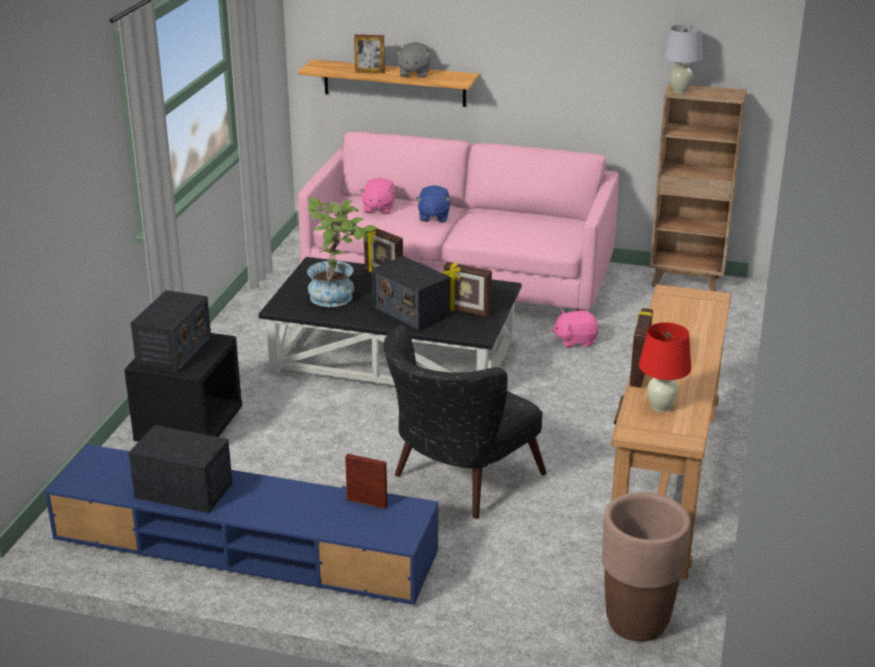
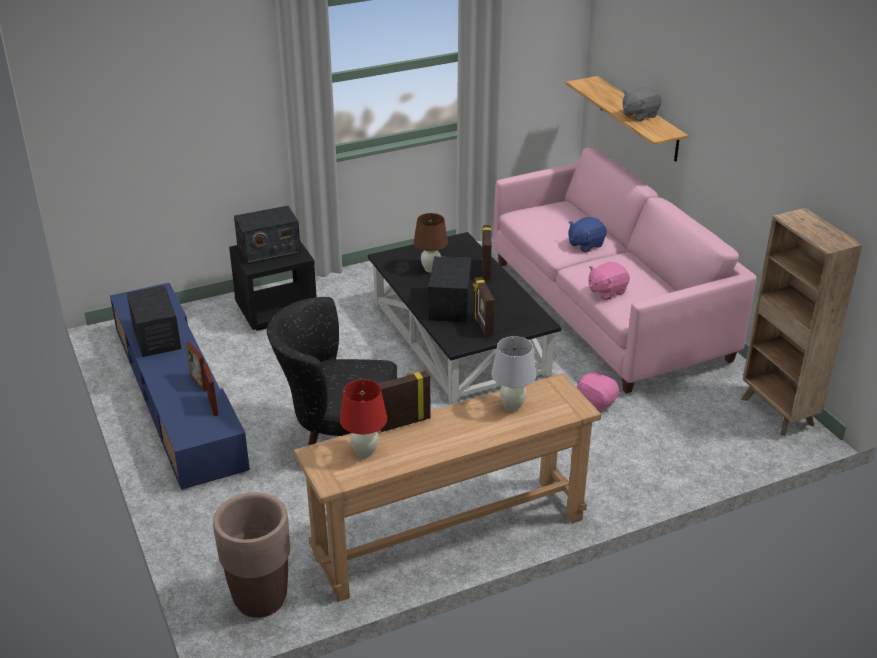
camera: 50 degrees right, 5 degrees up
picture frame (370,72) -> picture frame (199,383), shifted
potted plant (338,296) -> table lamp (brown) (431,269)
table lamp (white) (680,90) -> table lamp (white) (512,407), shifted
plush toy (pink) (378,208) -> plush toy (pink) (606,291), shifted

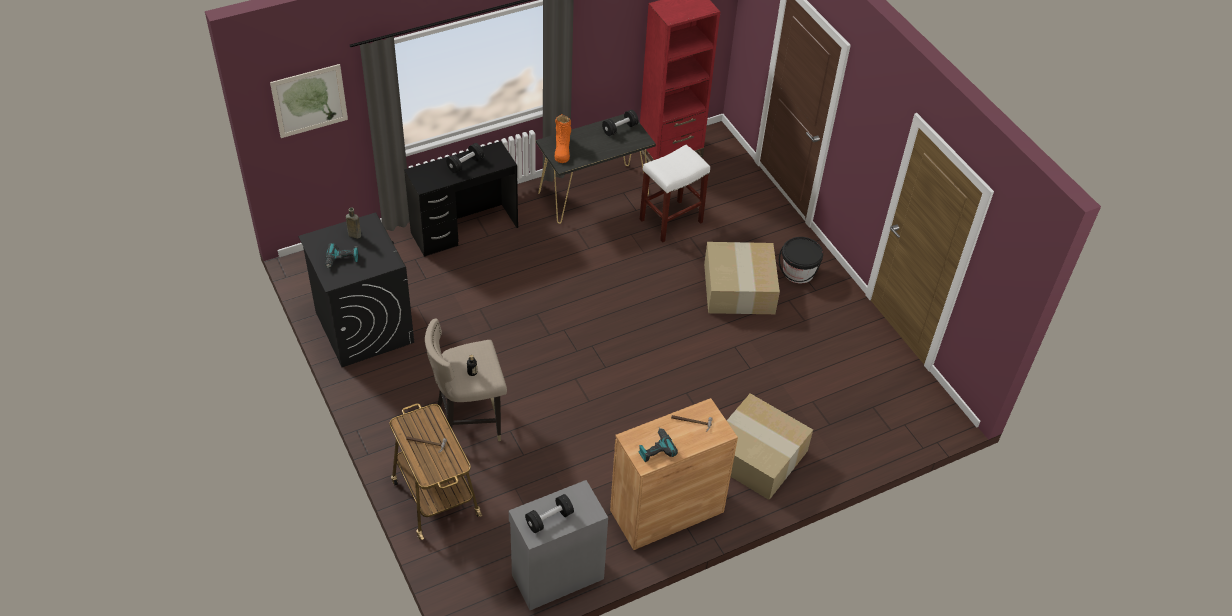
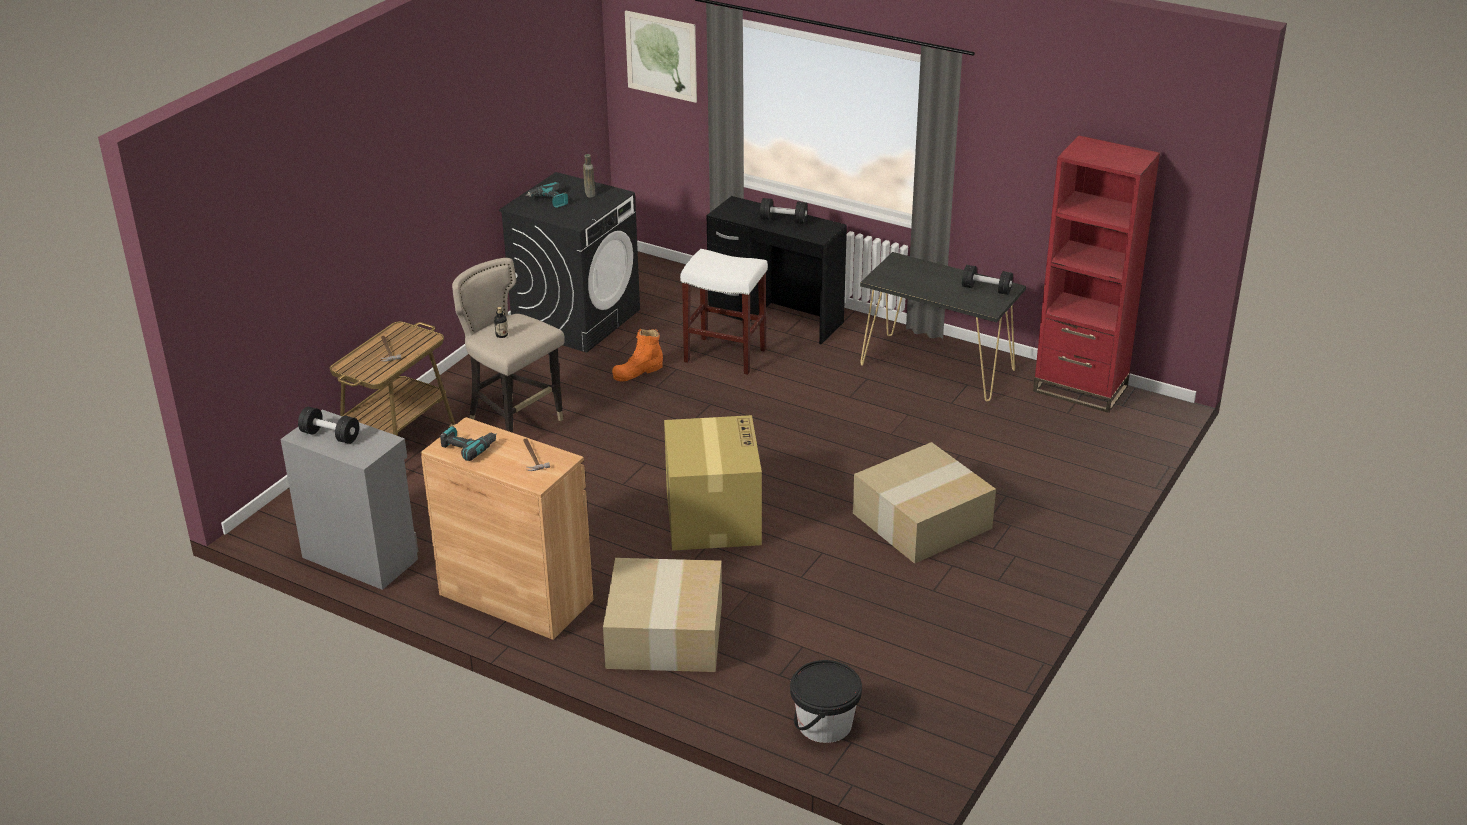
camera: 60 degrees right, 15 degrees down
boot (orange) (562,149) -> boot (orange) (638,371), shifted
none -> cardboard box (712,516)
stool (white) (670,221) -> stool (white) (724,355), shifted
bucket (black) (798,272) -> bucket (black) (824,724), shifted

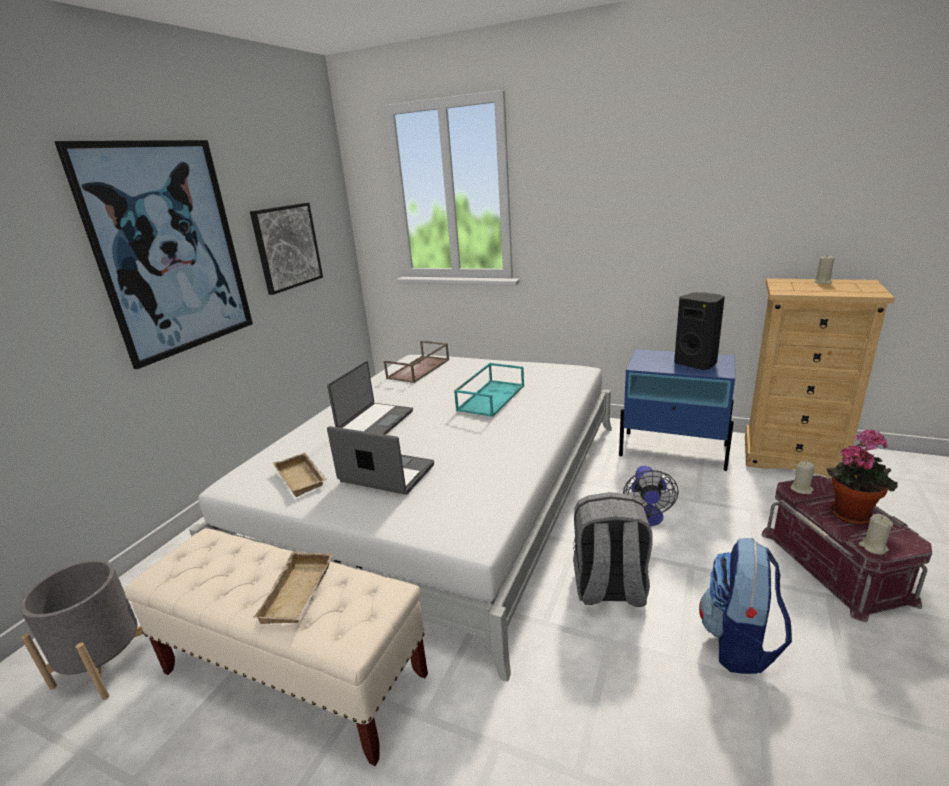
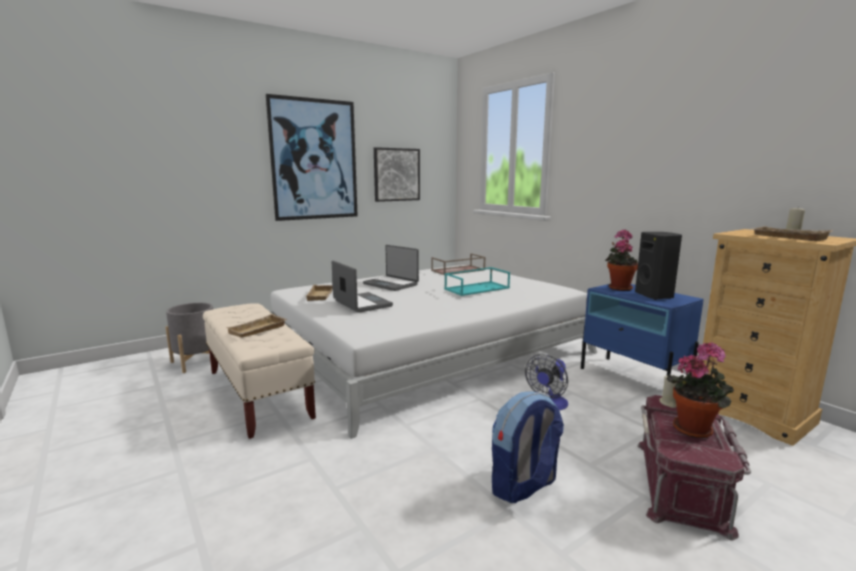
camera: 30 degrees right, 10 degrees down
laptop (374,422) -> laptop (391,284), 75 degrees clockwise
none -> potted plant (619,287)
none -> tray (beige) (787,237)
backpack (grey) (609,589) -> none
candle (beige) (873,547) -> none

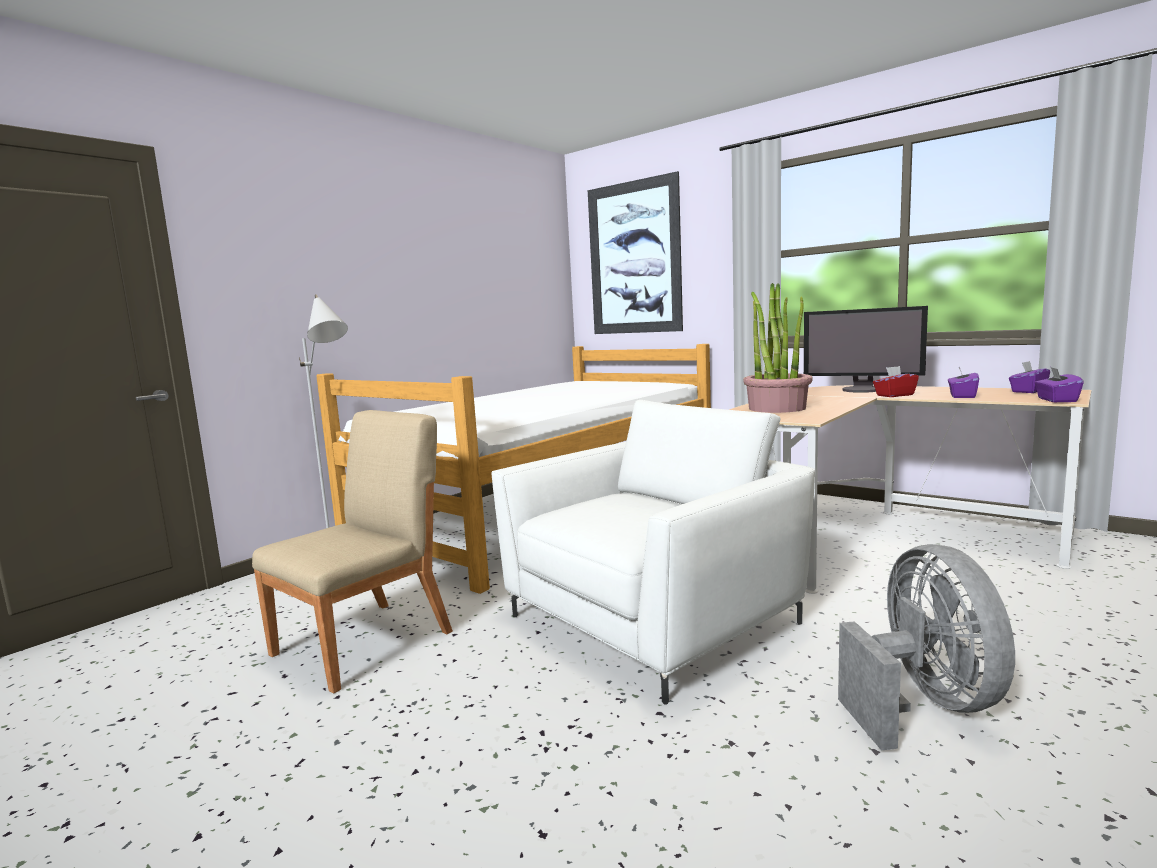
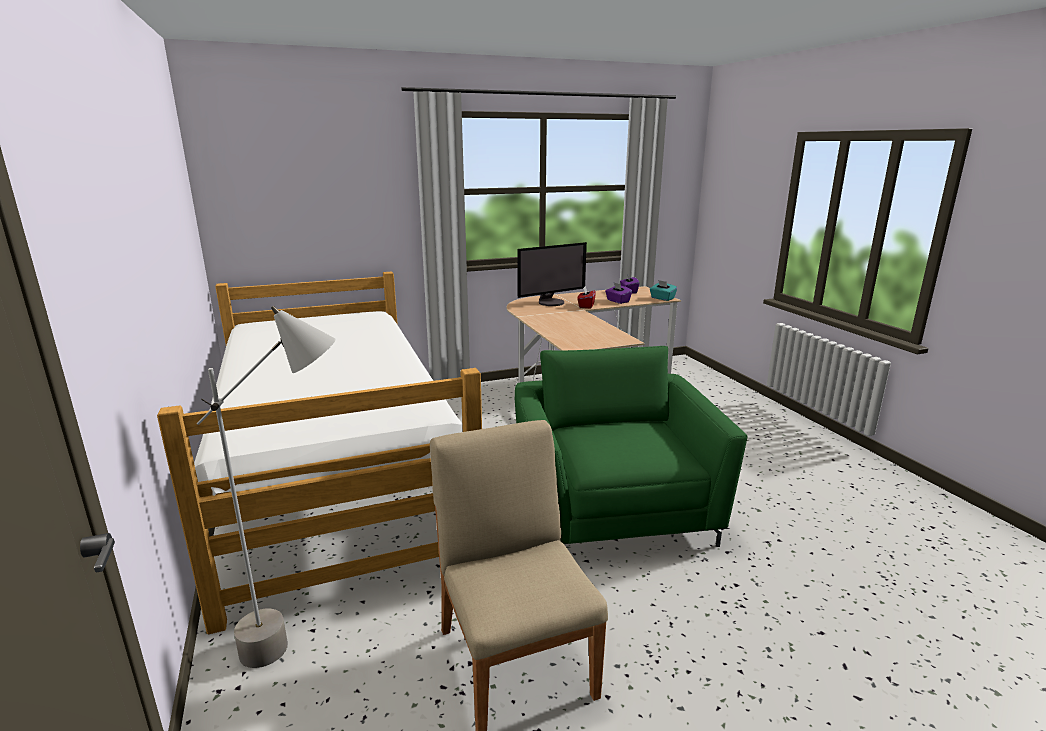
camera: 60 degrees left, 10 degrees up
armchair (white) (653,619) -> armchair (green) (613,510)
tissue box (purple) (1056,400) -> tissue box (turquoise) (662,298)
picture (634,258) -> none
potted plant (777,408) -> none
fan (grey) (923,704) -> none

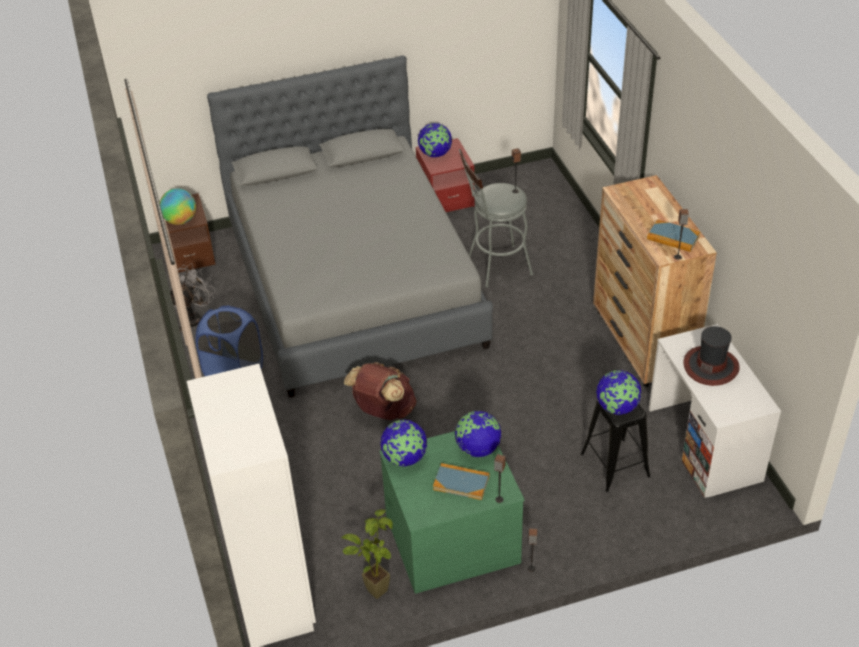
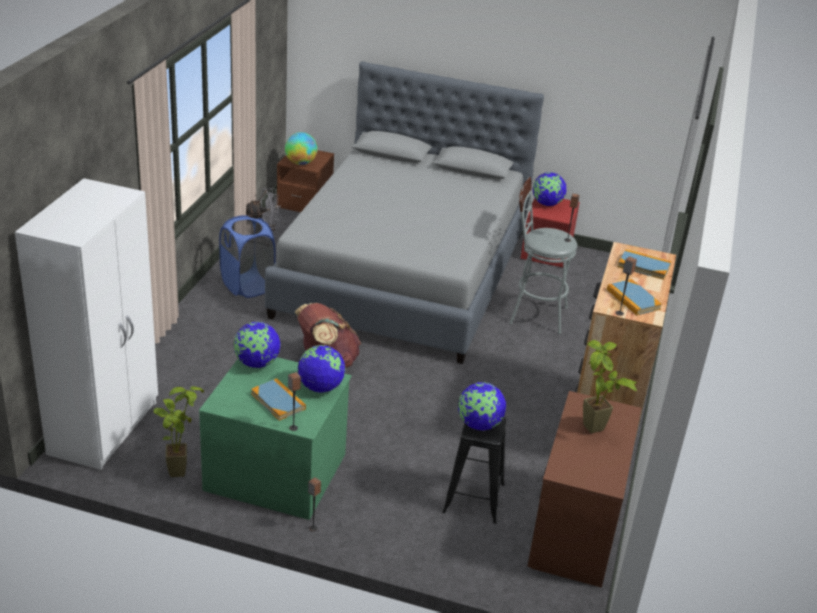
camera: 30 degrees right, 10 degrees down
desk (white) (704,444) -> desk (brown) (576,528)
hat (711,366) -> potted plant (595,433)
none -> book (643,266)

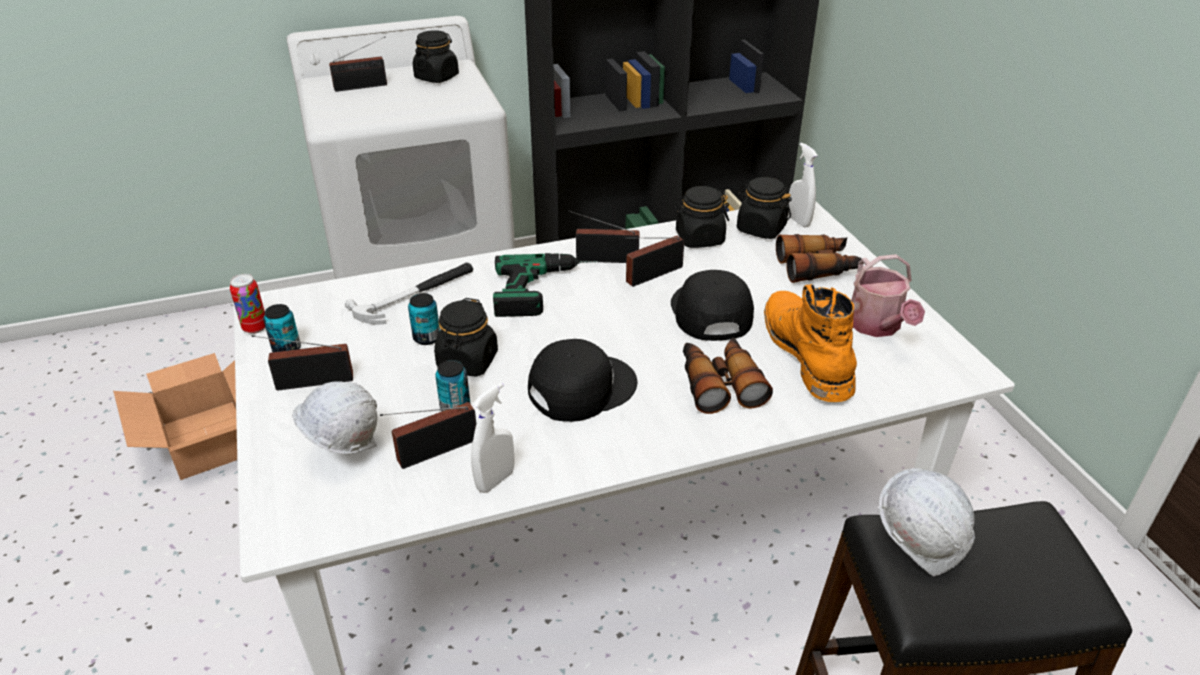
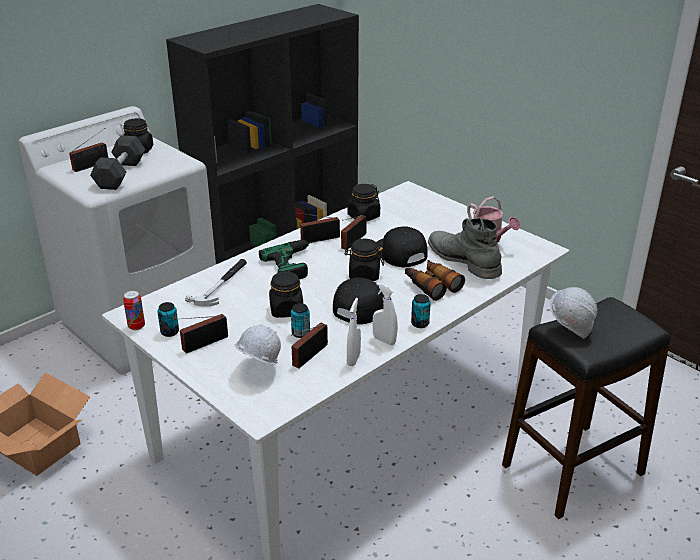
camera: 25 degrees left, 5 degrees down
none -> dumbbell (black) (120,174)
jar (black) (760,229) -> jar (black) (364,275), shifted
spray bottle (white) (798,221) -> spray bottle (white) (384,340), shifted
can (427,338) -> can (420,324), shifted
boot (orange) (806,352) -> boot (grey) (463,260)
binoculars (818,267) -> none

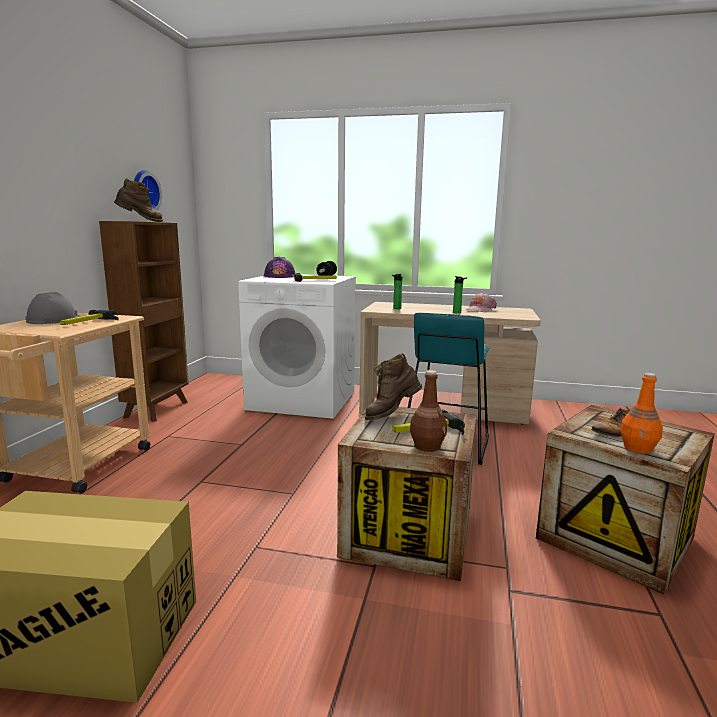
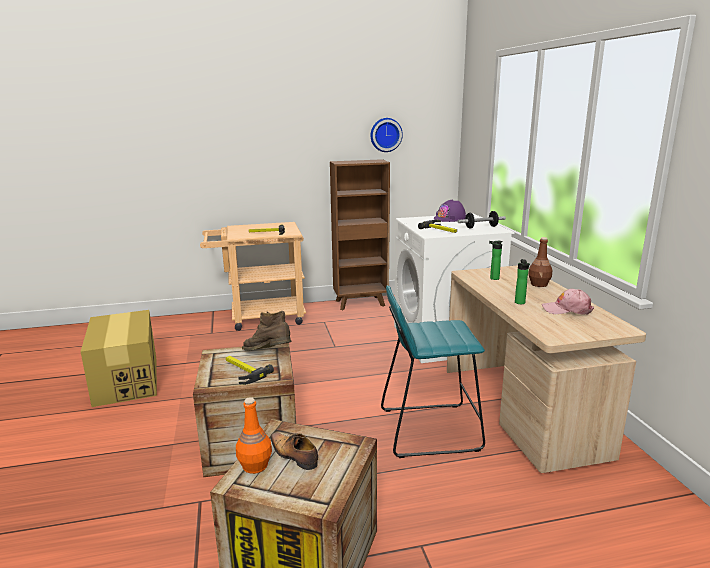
camera: 65 degrees right, 5 degrees up
bottle (brown) (427,446) -> bottle (brown) (539,284), shifted
hard hat (grey) (54,320) -> none
boot (brown) (141,221) -> none

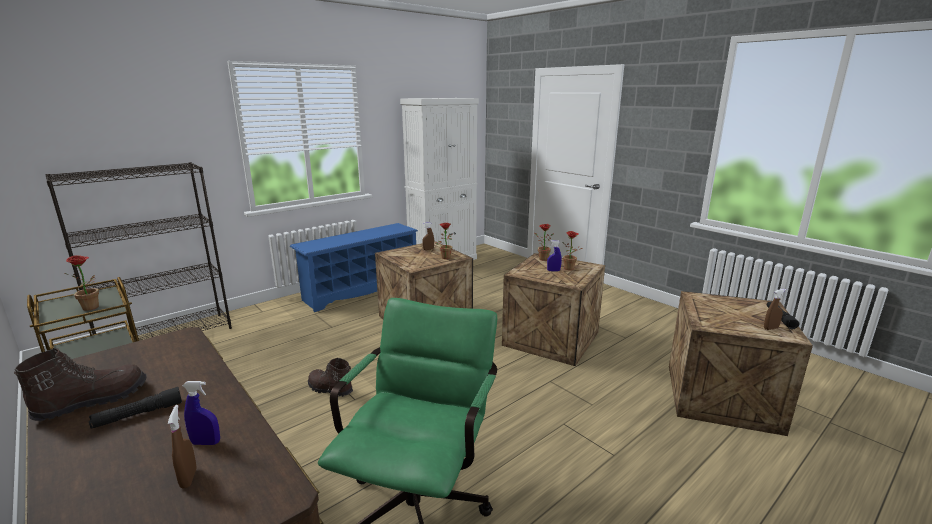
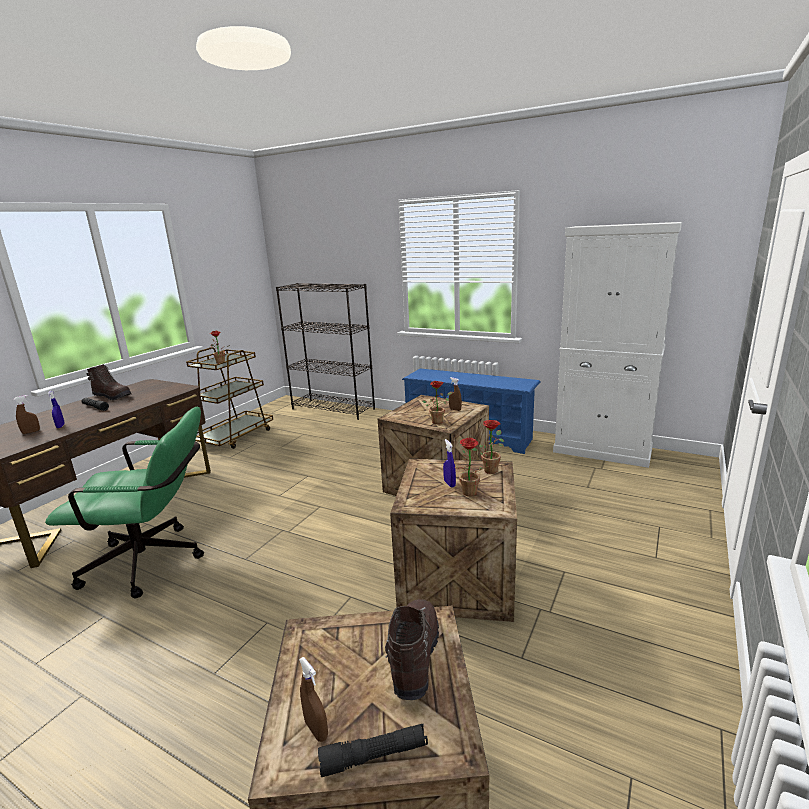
camera: 70 degrees right, 0 degrees up
boot (brown) (329,389) -> boot (brown) (414,656), shifted

